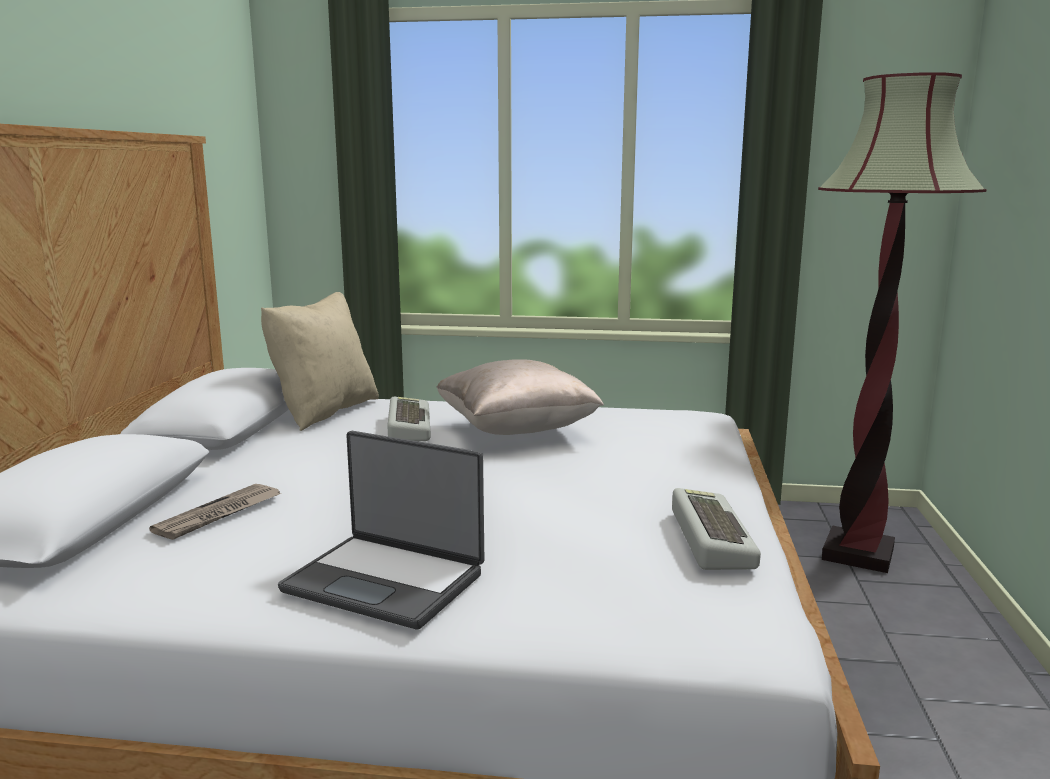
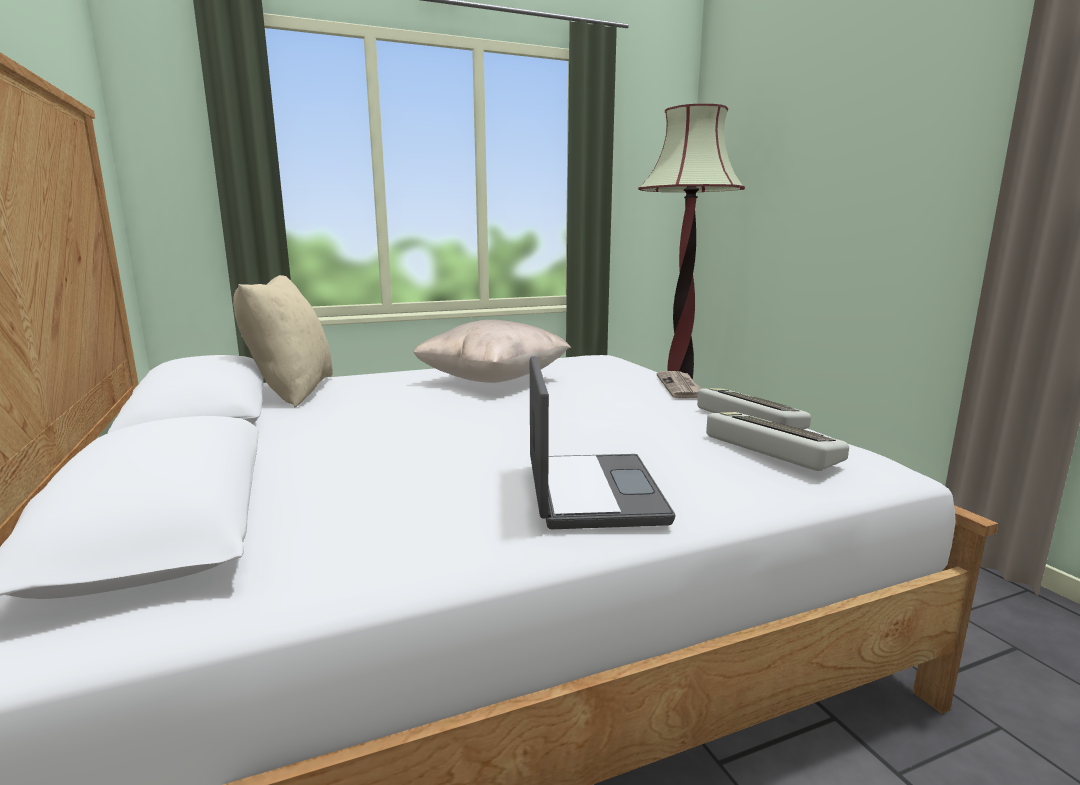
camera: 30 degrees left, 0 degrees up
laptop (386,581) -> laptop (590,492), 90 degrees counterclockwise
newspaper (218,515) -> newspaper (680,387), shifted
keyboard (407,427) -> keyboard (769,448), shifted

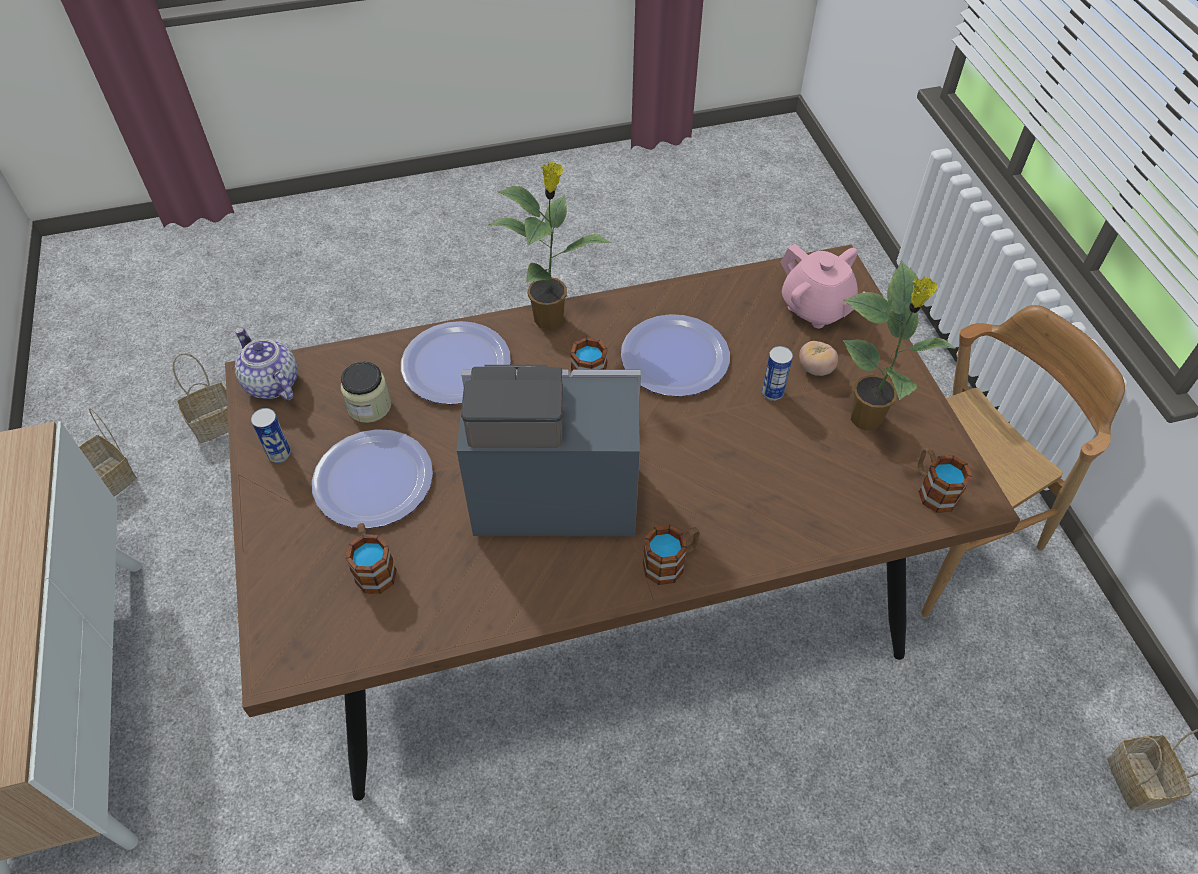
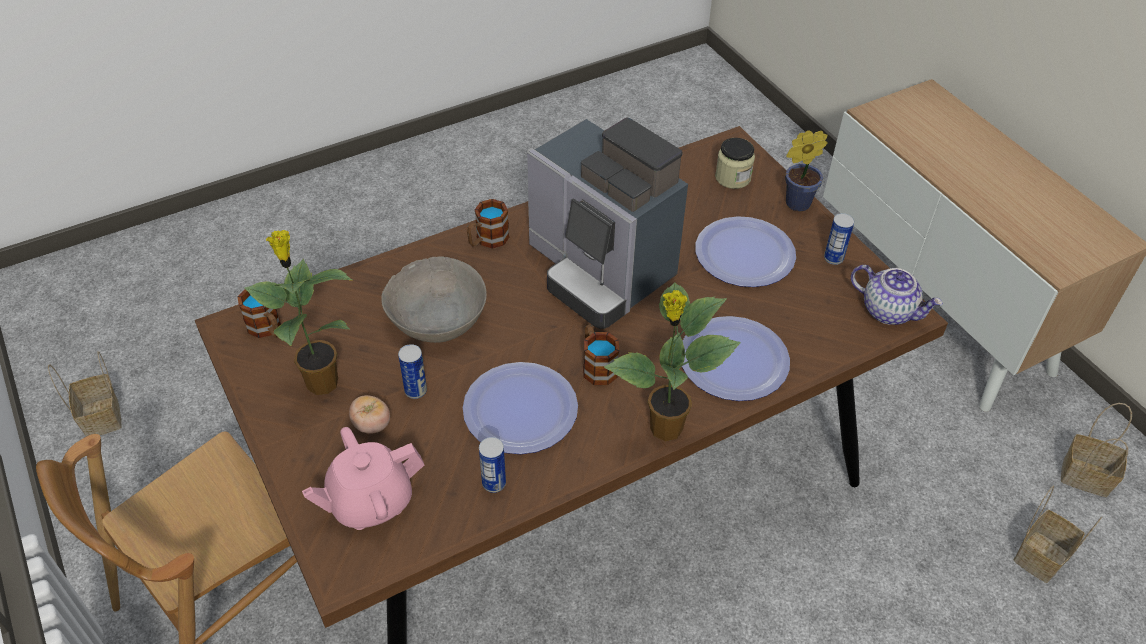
camera: 165 degrees right, 5 degrees down
teapot (pink) (816,308) -> teapot (pink) (370,502), 60 degrees counterclockwise
none -> bowl (grey) (437,318)
none -> can (494,483)
coffee machine (548,490) -> coffee machine (600,271), 60 degrees clockwise
jar (369,406) -> jar (732,177), shifted
none -> potted plant (794,204)
mug (373,568) -> none

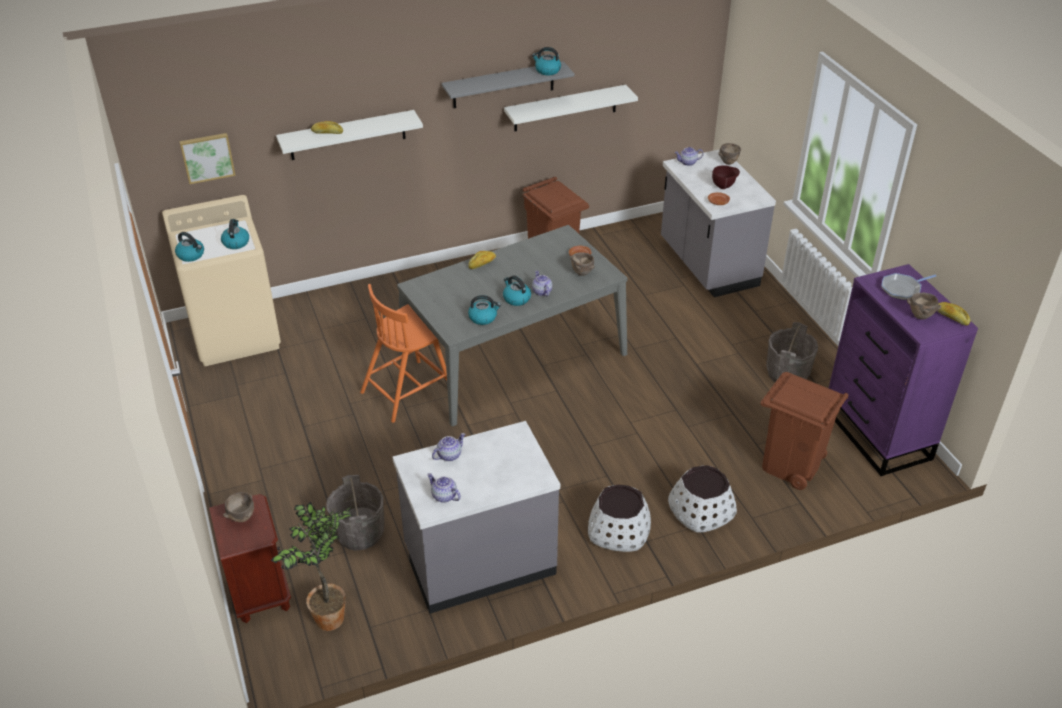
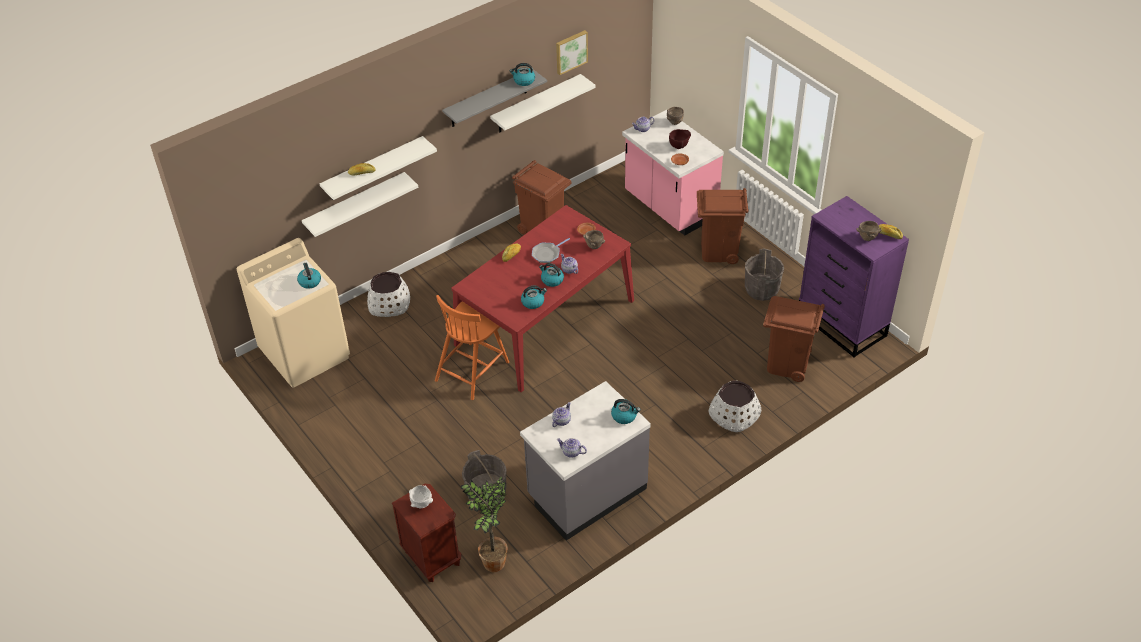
camera: 15 degrees left, 5 degrees up
none -> shelf (white) (355,205)
planter (white) (618,531) -> planter (white) (389,304), shifted
bowl (brown) (242,518) -> bowl (white) (421,504)
dining table (grey) (513,356) -> dining table (red) (545,322)
frying pan (902,289) -> frying pan (547,254), shifted
picture (207,157) -> picture (571,51), shifted
kettle (191,255) -> kettle (624,416), shifted
counter (grey) (707,265) -> counter (pink) (669,207)
none -> trash can (brown) (718,251)

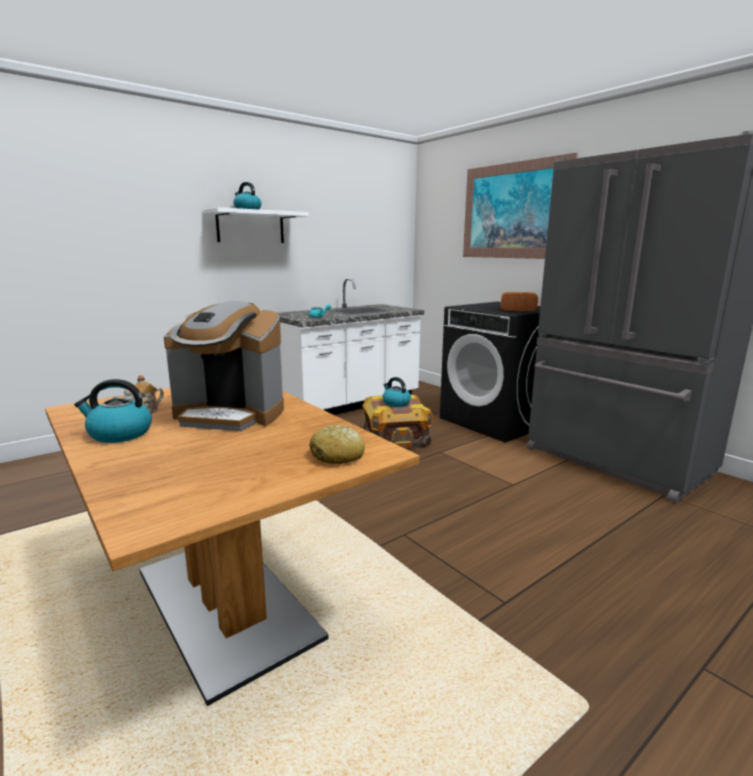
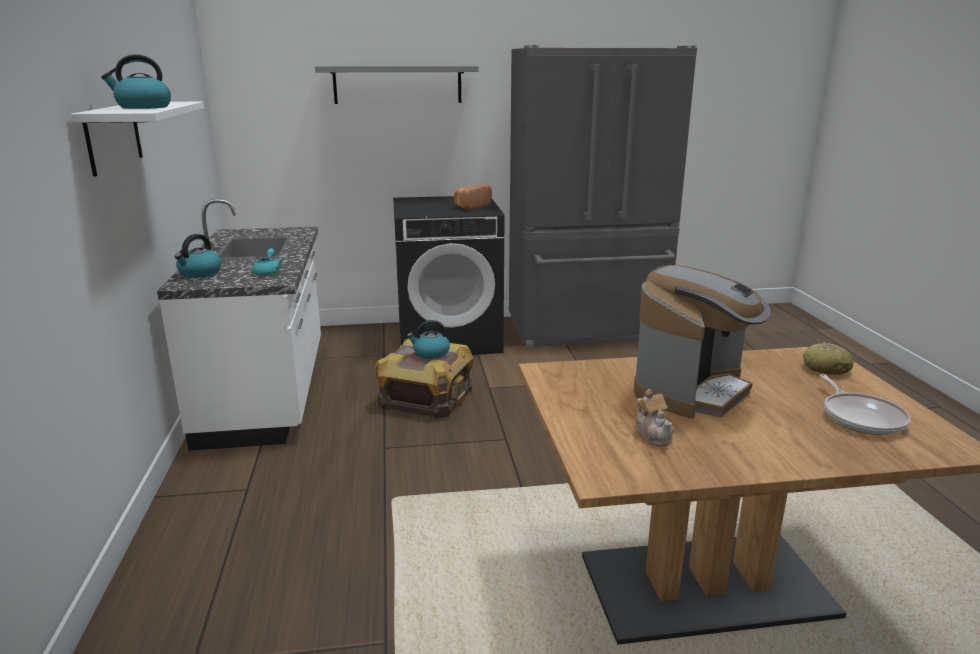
camera: 60 degrees left, 5 degrees up
kettle (119,434) -> kettle (199,273), shifted
picture (514,211) -> shelf (grey) (397,84)
none -> frying pan (861,417)

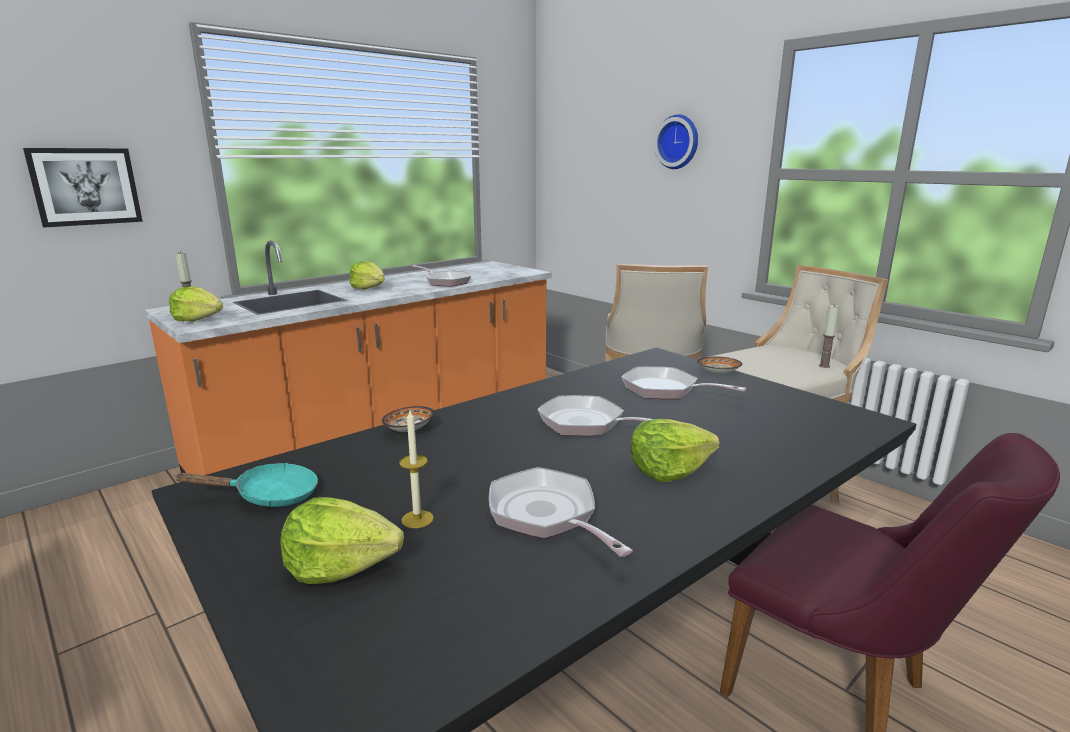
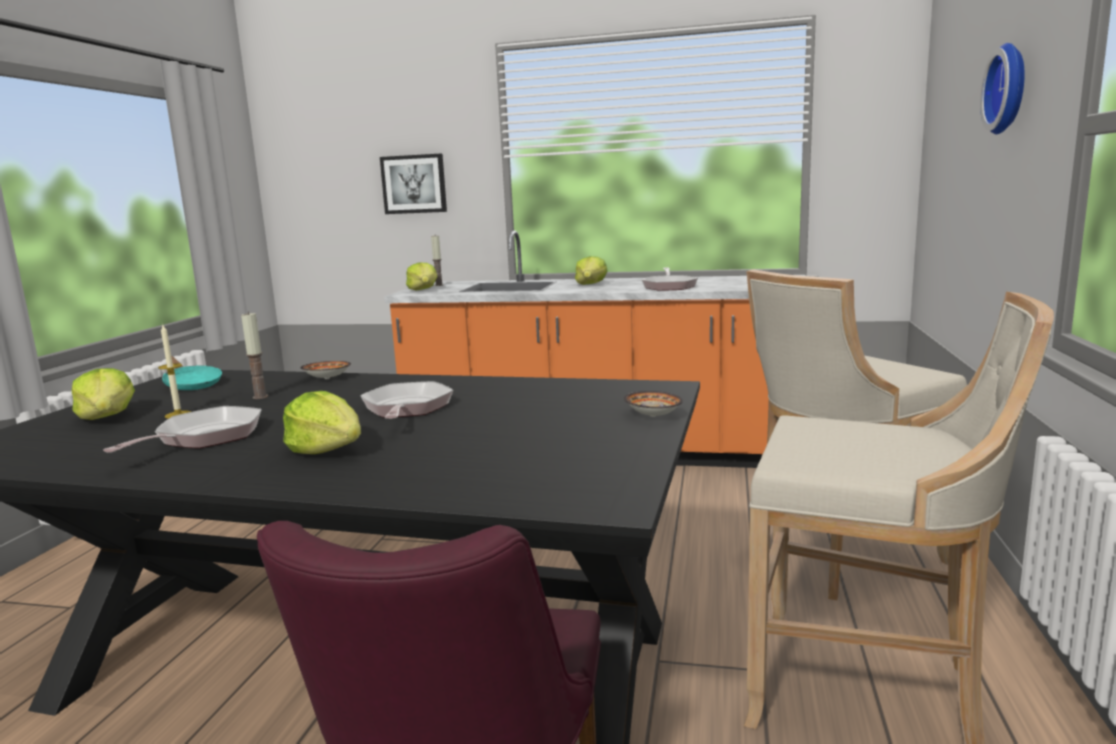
camera: 55 degrees right, 5 degrees down
candle (824,366) -> candle (260,397), shifted
frying pan (665,390) -> none

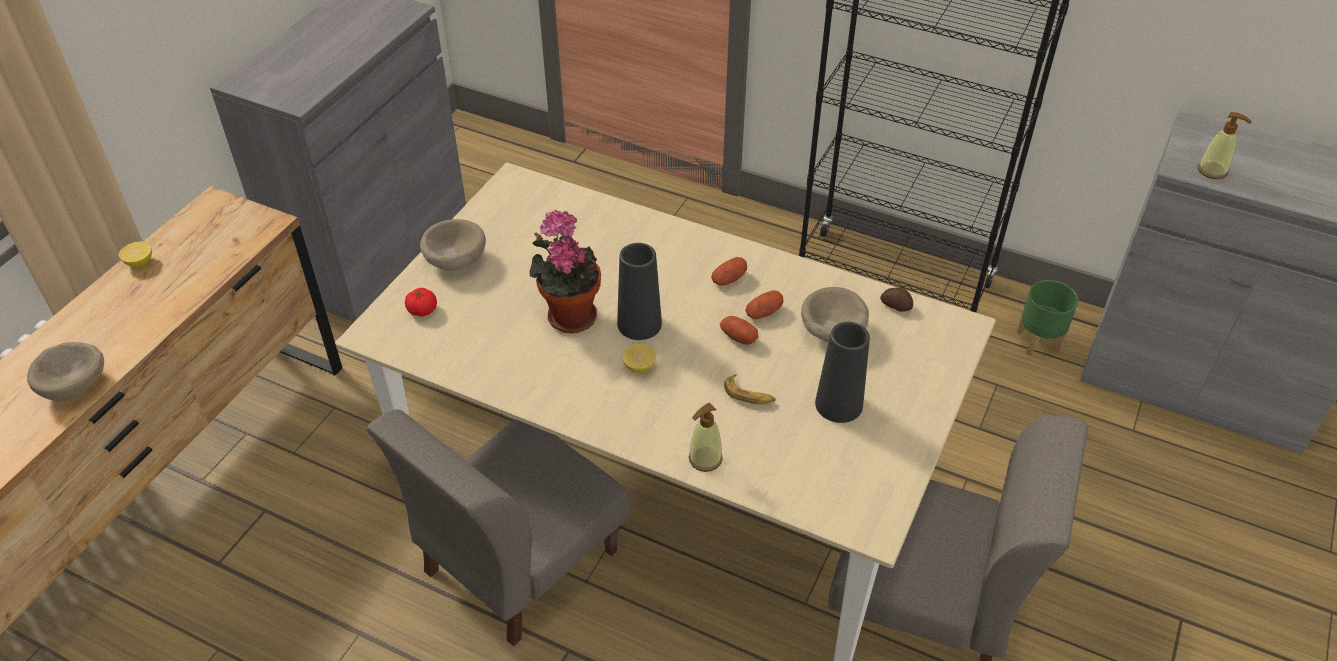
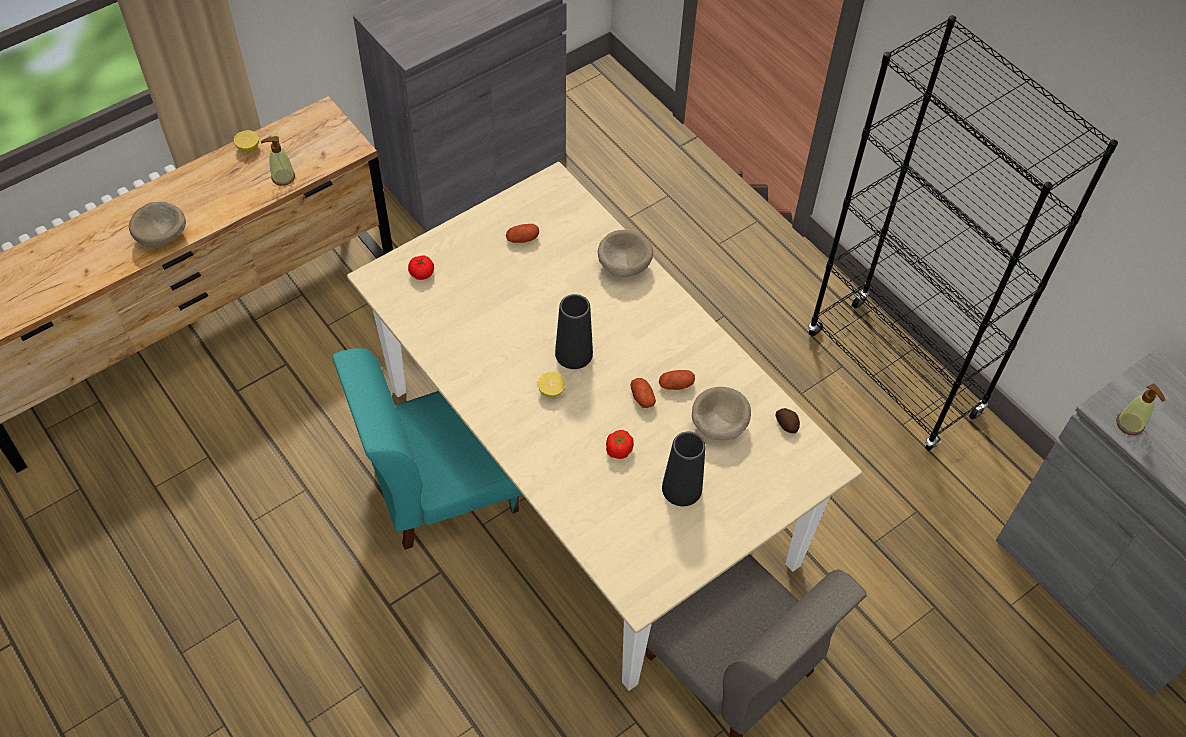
camera: 25 degrees right, 10 degrees up
soap dispenser (705,459) -> soap dispenser (283,177), shifted
chair (grey) (519,561) -> chair (turquoise) (443,486)
potato (729,279) -> potato (522,239), shifted
bowl (beige) (454,260) -> bowl (beige) (623,265), shifted
banana (749,395) -> tomato (618,450)
potted plant (569,314) -> none
planter (green) (1039,341) -> none

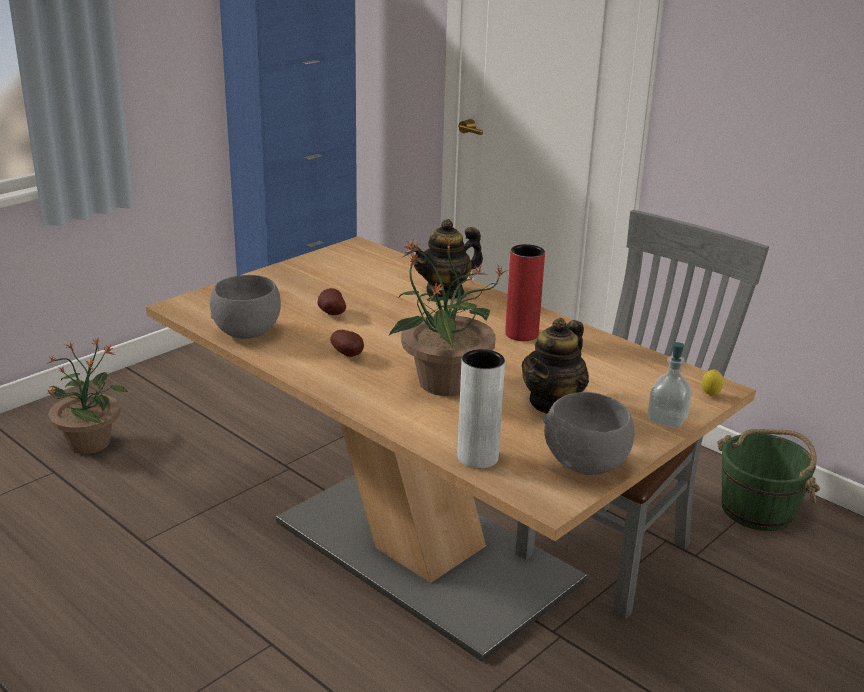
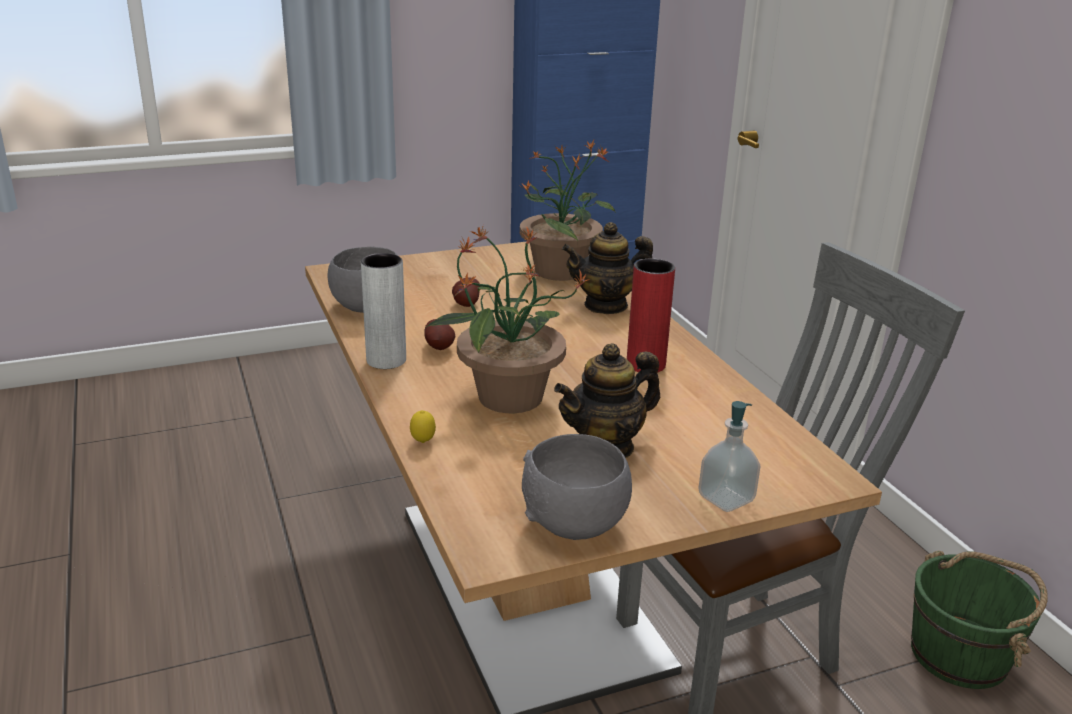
camera: 25 degrees right, 0 degrees up
vase (grey) (477,458) -> vase (grey) (386,360), shifted
lemon (710,395) -> lemon (423,442), shifted
potted plant (90,442) -> potted plant (560,271), shifted

